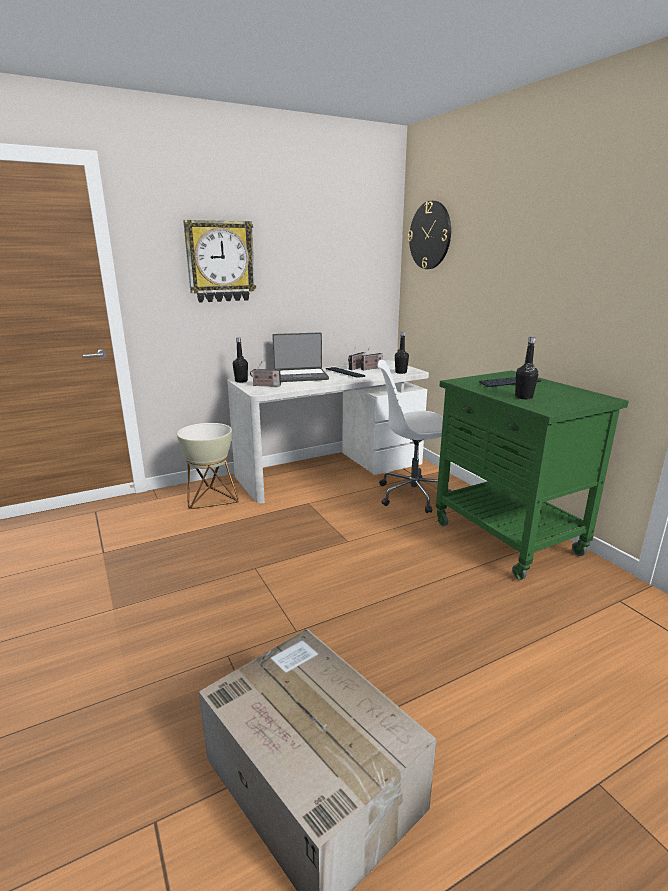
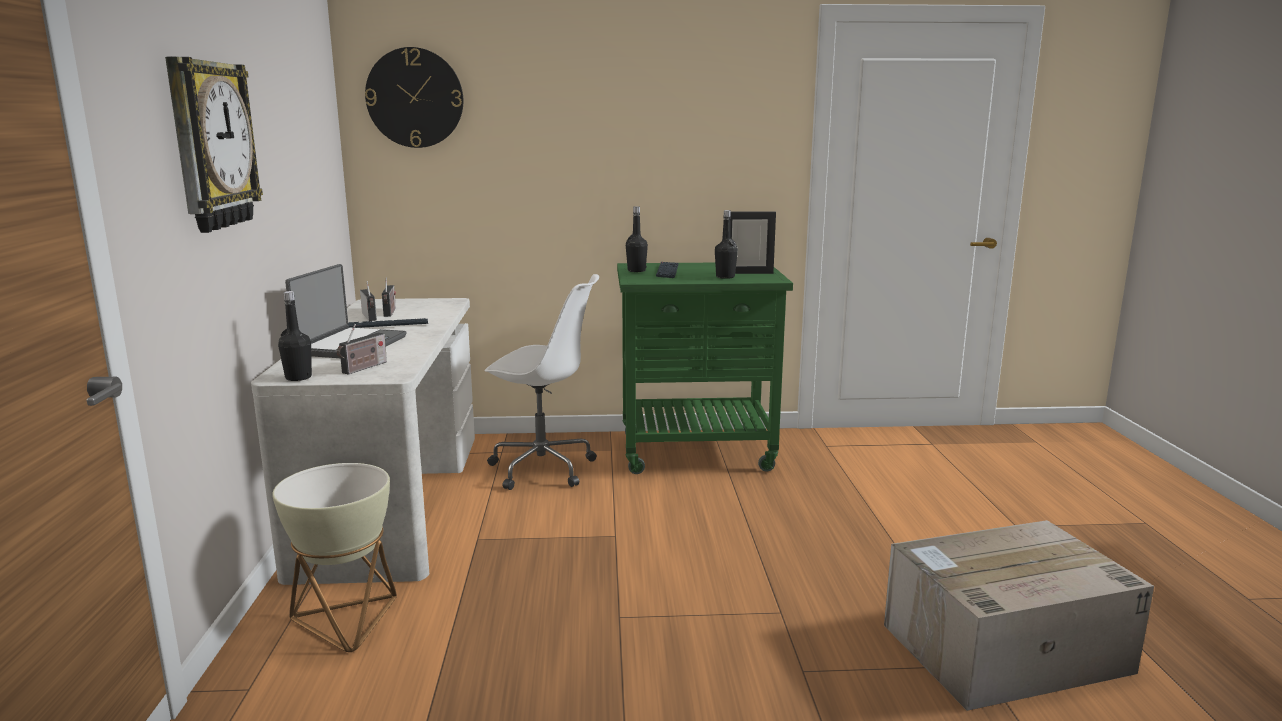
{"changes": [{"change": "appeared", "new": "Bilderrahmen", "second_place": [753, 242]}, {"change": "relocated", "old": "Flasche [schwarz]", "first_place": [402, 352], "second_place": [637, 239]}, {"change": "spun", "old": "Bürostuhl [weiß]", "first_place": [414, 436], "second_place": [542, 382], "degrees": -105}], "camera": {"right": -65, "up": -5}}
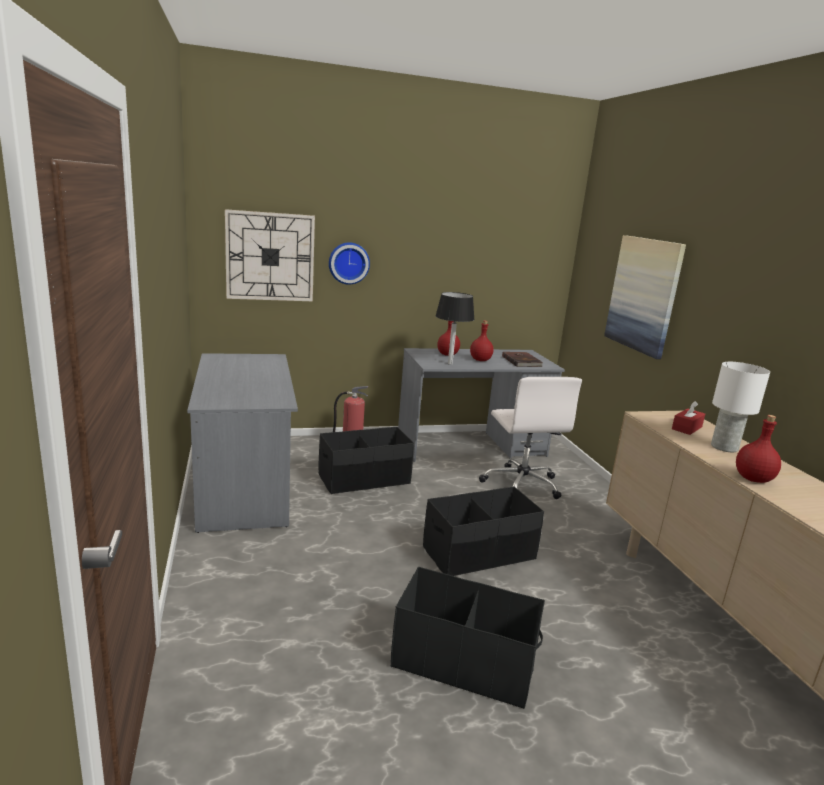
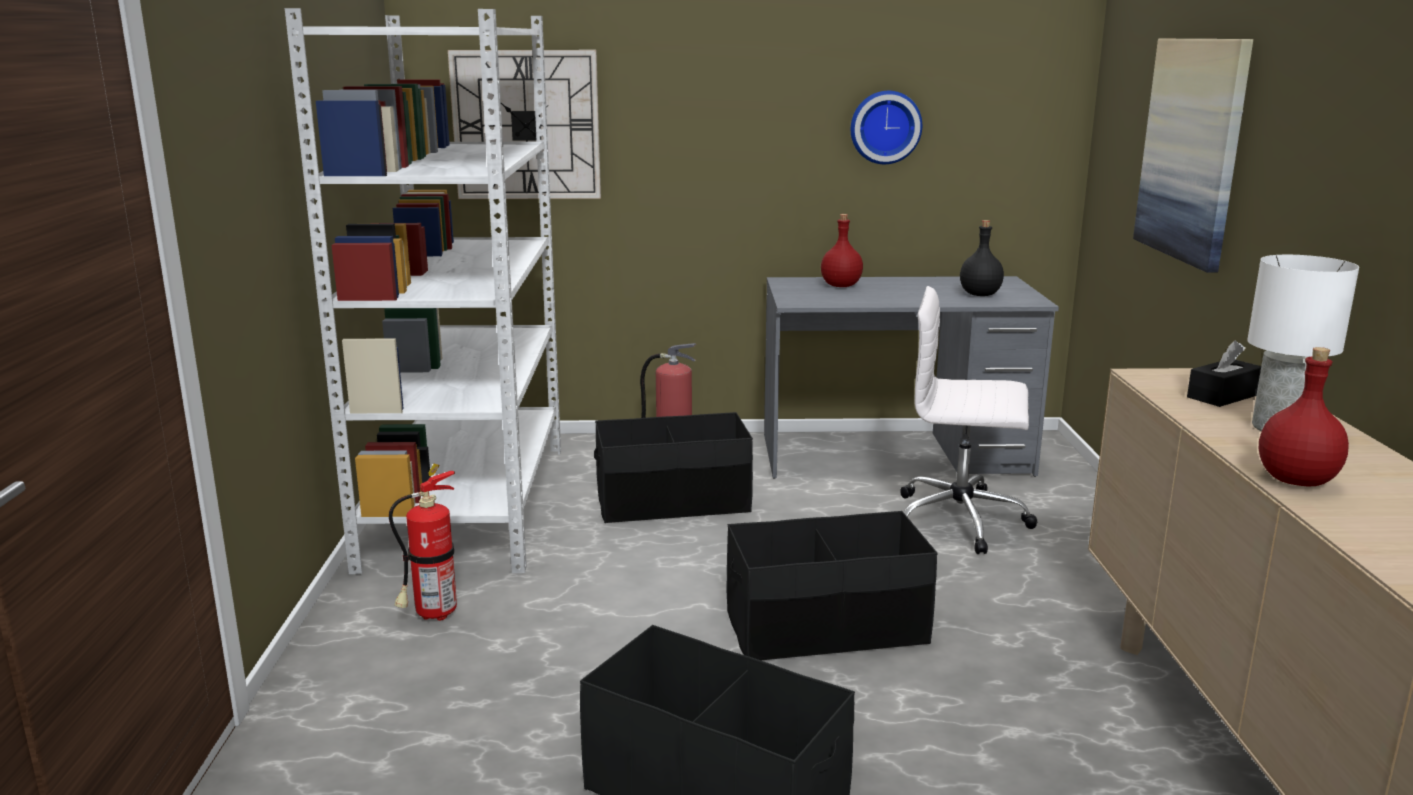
{"changes": [{"change": "missing", "old": "Tischlampe [schwarz]", "first_place": [455, 328]}, {"change": "missing", "old": "Flasche [rot]", "first_place": [482, 341]}, {"change": "appeared", "new": "Feuerlöscher", "second_place": [423, 542]}, {"change": "relocated", "old": "Wanduhr", "first_place": [349, 264], "second_place": [886, 127]}, {"change": "exchanged", "old": "Schreibtisch [grau]", "new": "Bücherregal [weiß]", "first_place": [242, 443], "second_place": [423, 291]}, {"change": "exchanged", "old": "Buch [braun]", "new": "Flasche [schwarz]", "first_place": [522, 359], "second_place": [982, 258]}, {"change": "colour", "old": "Taschentuchbox [rot]", "new": "Taschentuchbox [schwarz]", "first_place": [688, 418], "second_place": [1224, 374]}, {"change": "spun", "old": "Bürostuhl [weiß]", "first_place": [530, 438], "second_place": [969, 420], "degrees": 105}], "camera": {"right": 15, "up": 0}}
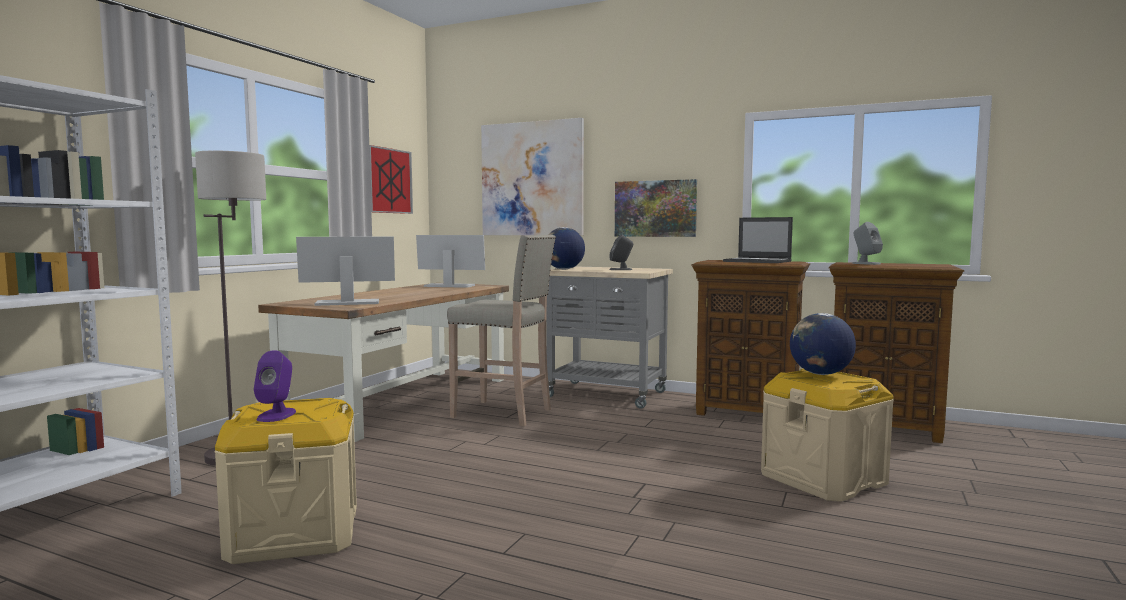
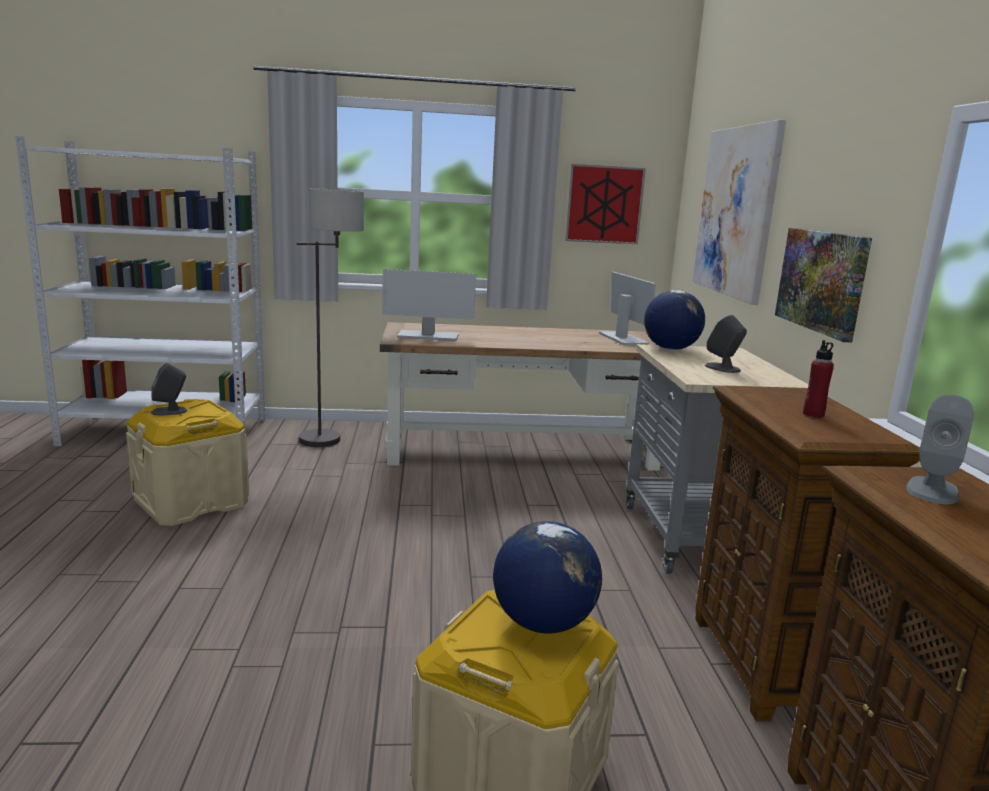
{"changes": [{"change": "missing", "old": "Hocker [beige]", "first_place": [501, 330]}, {"change": "exchanged", "old": "Laptop", "new": "Flasche [rot]", "first_place": [758, 240], "second_place": [818, 379]}, {"change": "colour", "old": "Lautsprecher [lila]", "new": "Lautsprecher [grau]", "first_place": [275, 386], "second_place": [169, 389]}, {"change": "spun", "old": "Monitor", "first_place": [345, 271], "second_place": [429, 305], "degrees": 135}], "camera": {"right": 60, "up": 10}}
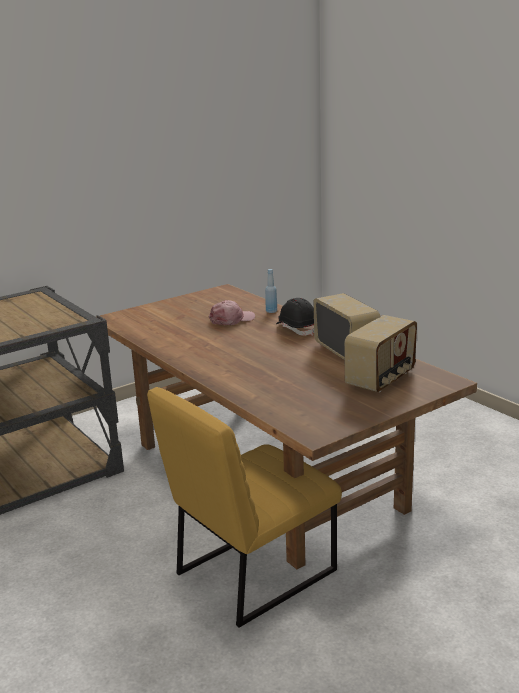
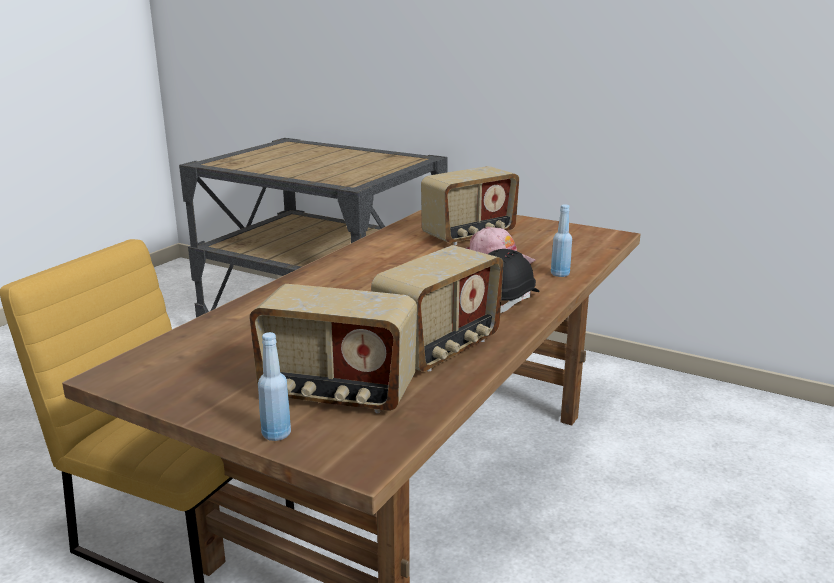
{"changes": [{"change": "appeared", "new": "Flasche [blau]", "second_place": [274, 386]}, {"change": "appeared", "new": "Radio", "second_place": [470, 205]}], "camera": {"right": 65, "up": 0}}
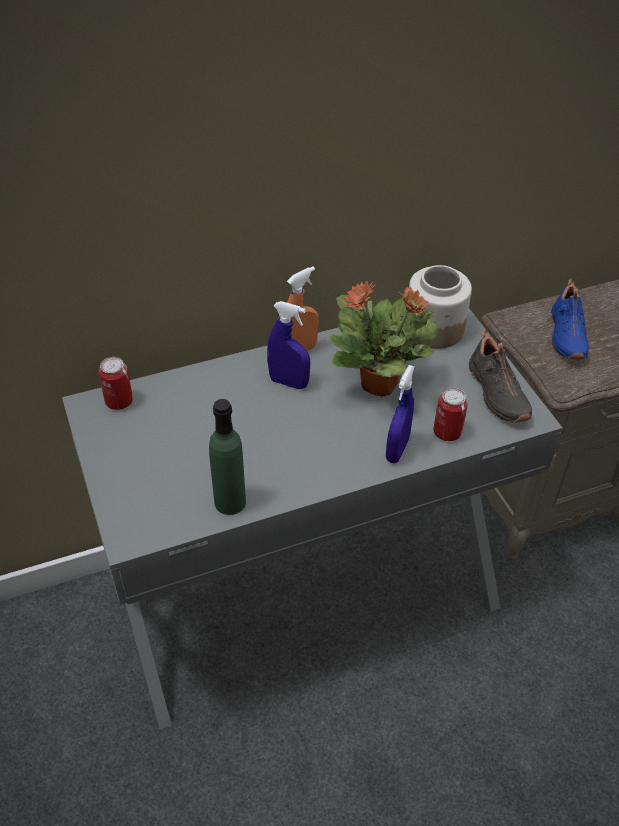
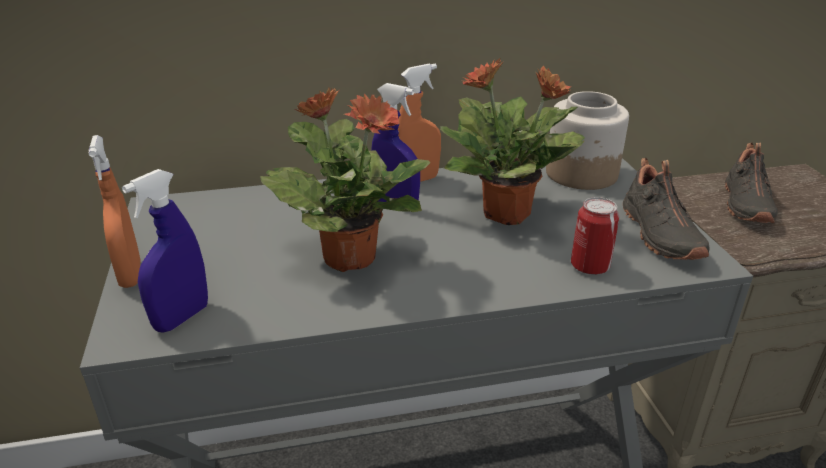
{"changes": [{"change": "missing", "old": "Dose", "first_place": [116, 383]}, {"change": "missing", "old": "Flasche [grün]", "first_place": [227, 457]}, {"change": "appeared", "new": "Sprühflasche [orange]", "second_place": [114, 211]}, {"change": "appeared", "new": "Topfpflanze", "second_place": [345, 179]}, {"change": "relocated", "old": "Sprühflasche [blau]", "first_place": [400, 414], "second_place": [165, 251]}, {"change": "colour", "old": "Schuh [blau]", "new": "Schuh [schwarz]", "first_place": [570, 319], "second_place": [751, 183]}], "camera": {"right": 10, "up": -15}}
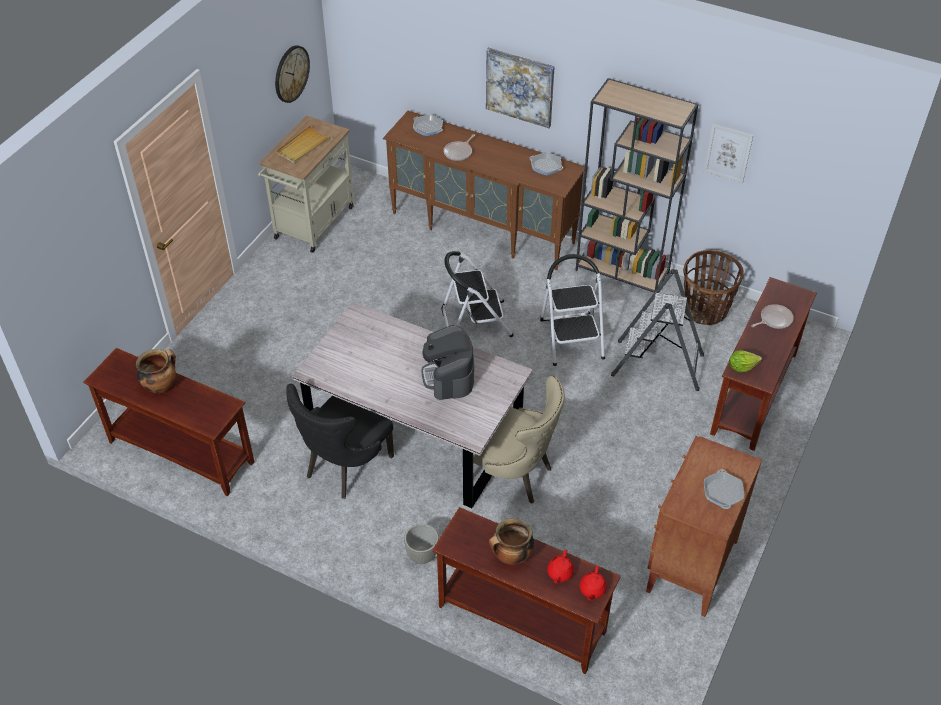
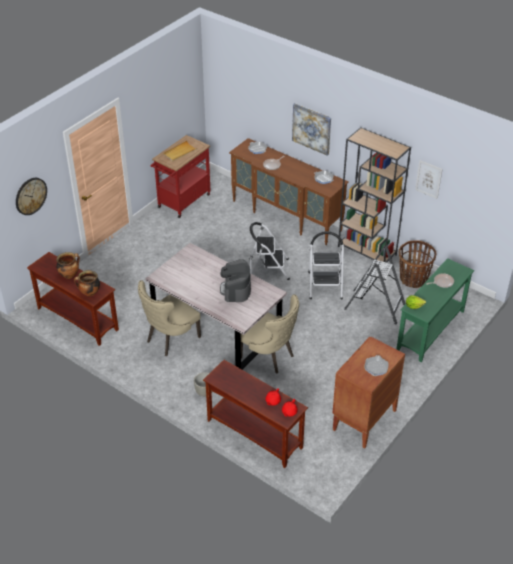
{"changes": [{"change": "relocated", "old": "Wanduhr", "first_place": [292, 74], "second_place": [31, 196]}, {"change": "relocated", "old": "Kochtopf", "first_place": [511, 541], "second_place": [87, 283]}, {"change": "colour", "old": "Rollwagen [beige]", "new": "Rollwagen [rot]", "first_place": [306, 184], "second_place": [180, 176]}, {"change": "colour", "old": "Stuhl [schwarz]", "new": "Stuhl [beige]", "first_place": [340, 441], "second_place": [169, 318]}, {"change": "colour", "old": "Konsolentisch [braun]", "new": "Konsolentisch [grün]", "first_place": [763, 364], "second_place": [435, 310]}], "camera": {"right": 10, "up": -5}}
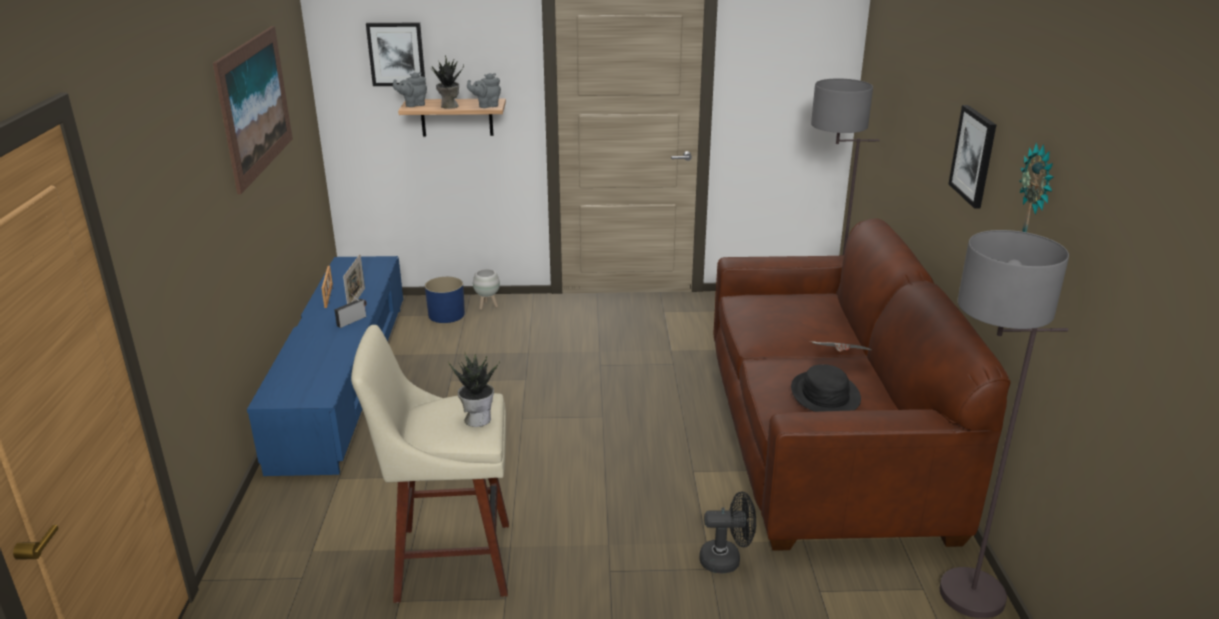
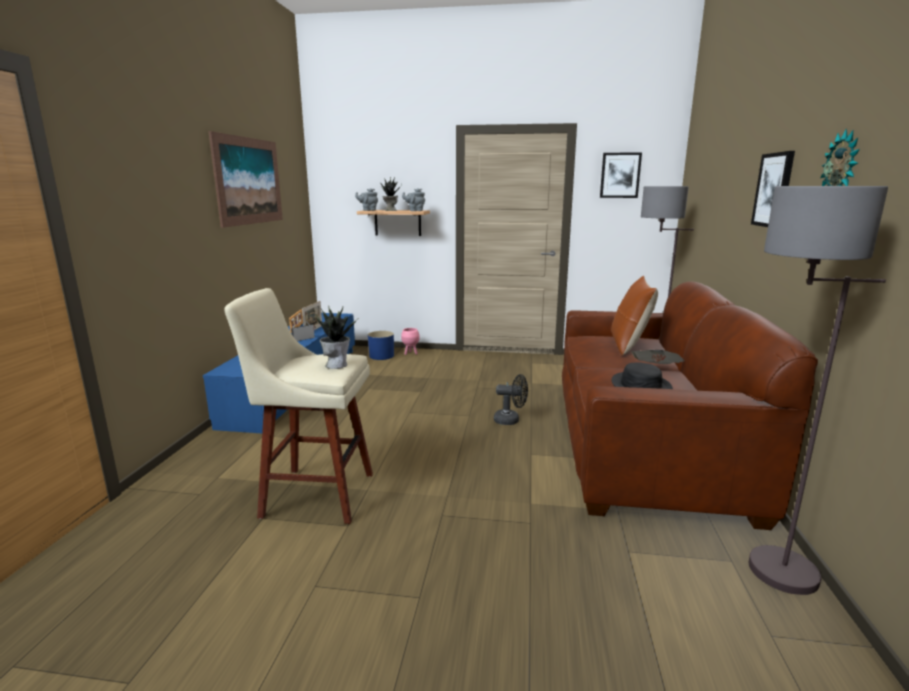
{"changes": [{"change": "appeared", "new": "Kissen [braun]", "second_place": [634, 315]}, {"change": "relocated", "old": "Bild", "first_place": [396, 54], "second_place": [621, 175]}, {"change": "relocated", "old": "Ventilator [schwarz]", "first_place": [727, 532], "second_place": [511, 399]}, {"change": "colour", "old": "Pflanzkübel [weiß]", "new": "Pflanzkübel [rosa]", "first_place": [486, 289], "second_place": [410, 341]}], "camera": {"right": 10, "up": -10}}
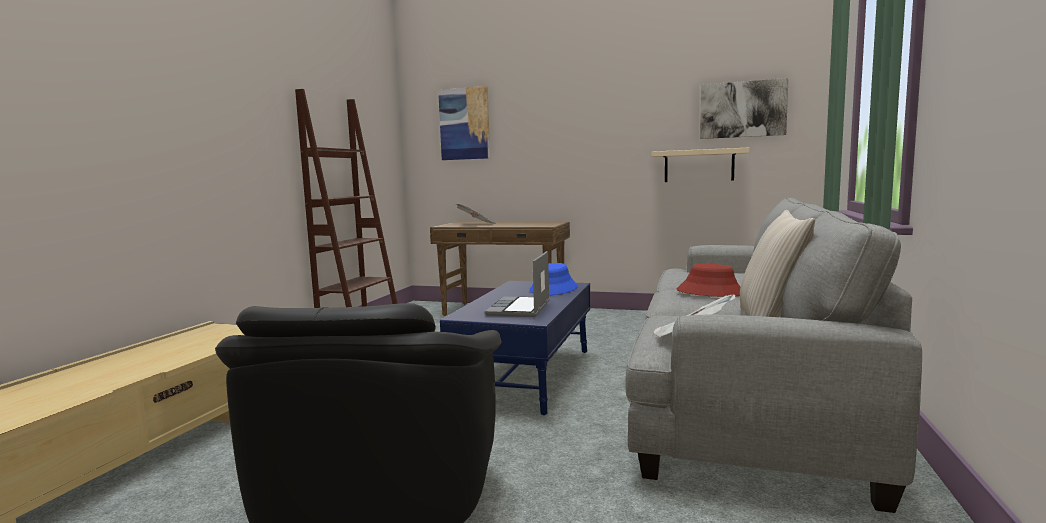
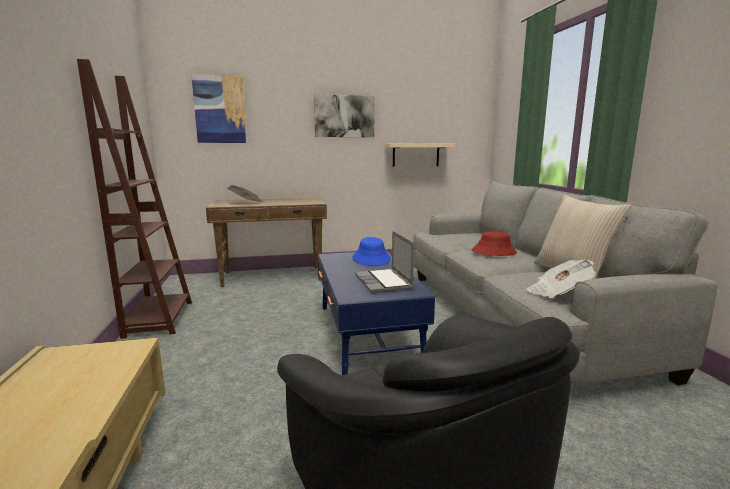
{"changes": [{"change": "relocated", "old": "Bild", "first_place": [744, 108], "second_place": [344, 115]}], "camera": {"right": -30, "up": 5}}
